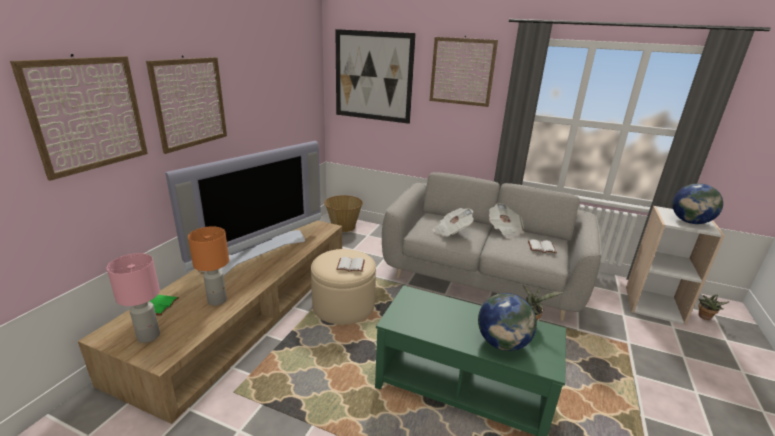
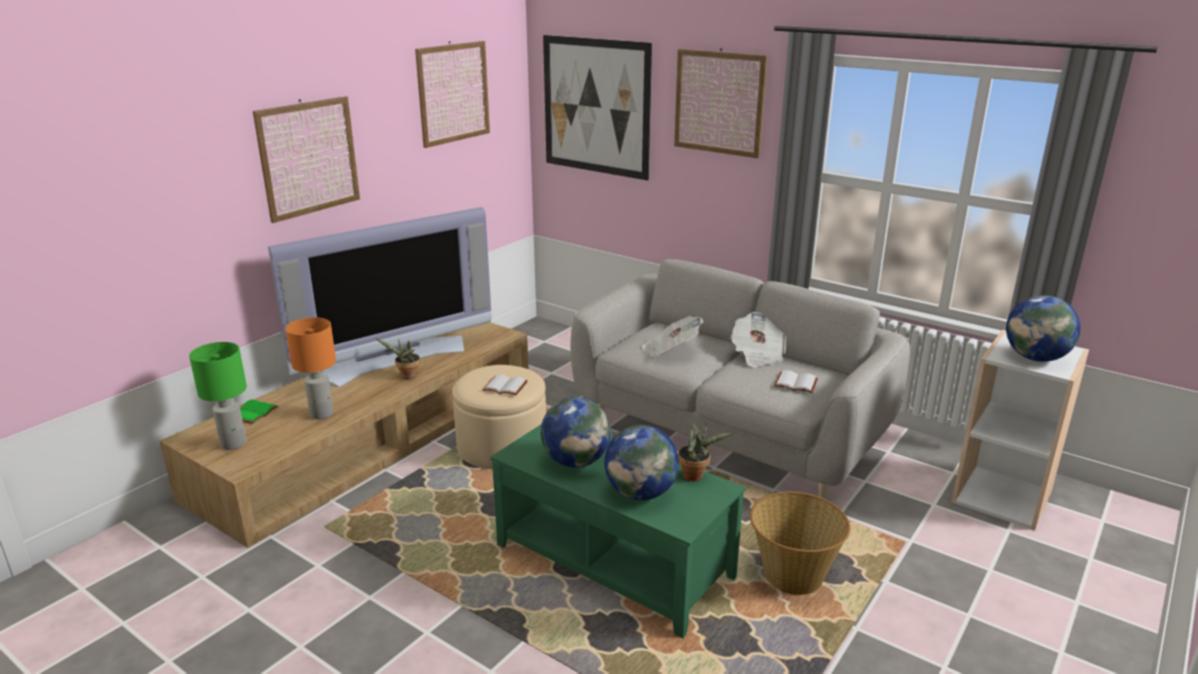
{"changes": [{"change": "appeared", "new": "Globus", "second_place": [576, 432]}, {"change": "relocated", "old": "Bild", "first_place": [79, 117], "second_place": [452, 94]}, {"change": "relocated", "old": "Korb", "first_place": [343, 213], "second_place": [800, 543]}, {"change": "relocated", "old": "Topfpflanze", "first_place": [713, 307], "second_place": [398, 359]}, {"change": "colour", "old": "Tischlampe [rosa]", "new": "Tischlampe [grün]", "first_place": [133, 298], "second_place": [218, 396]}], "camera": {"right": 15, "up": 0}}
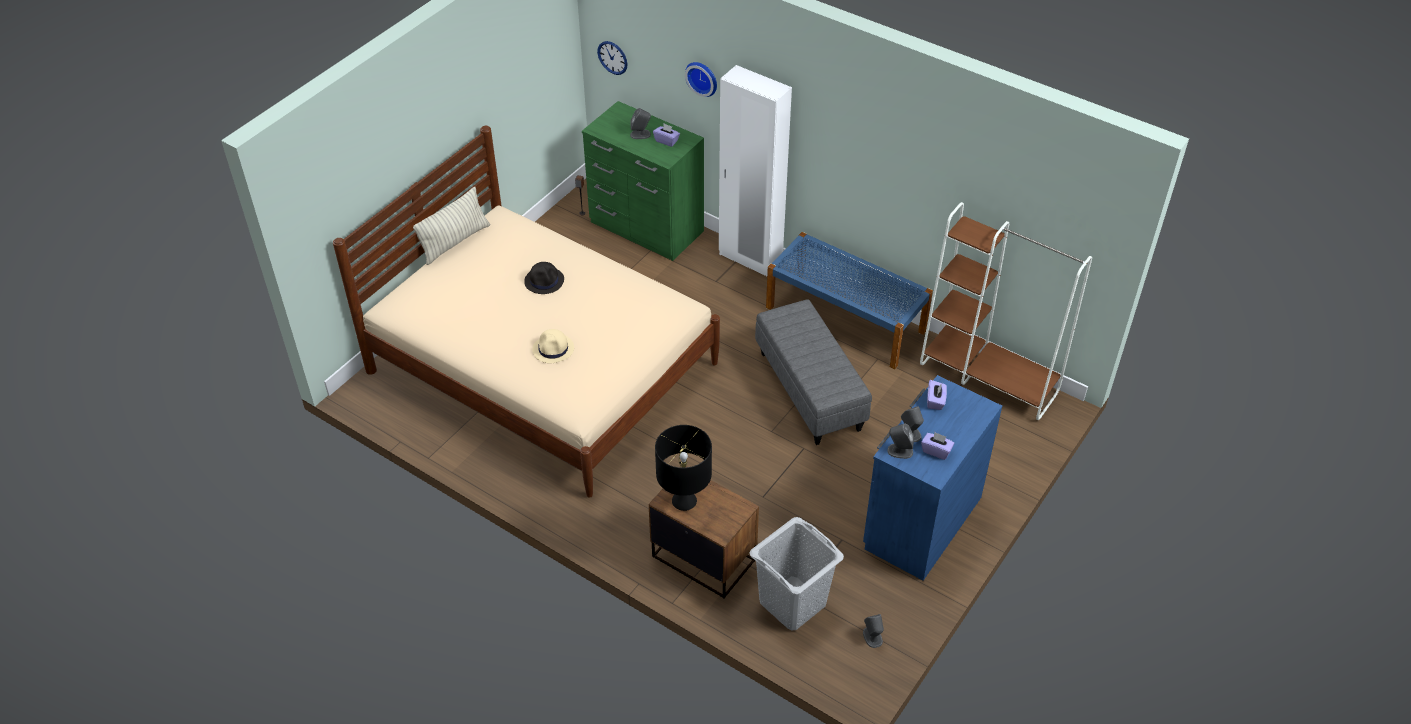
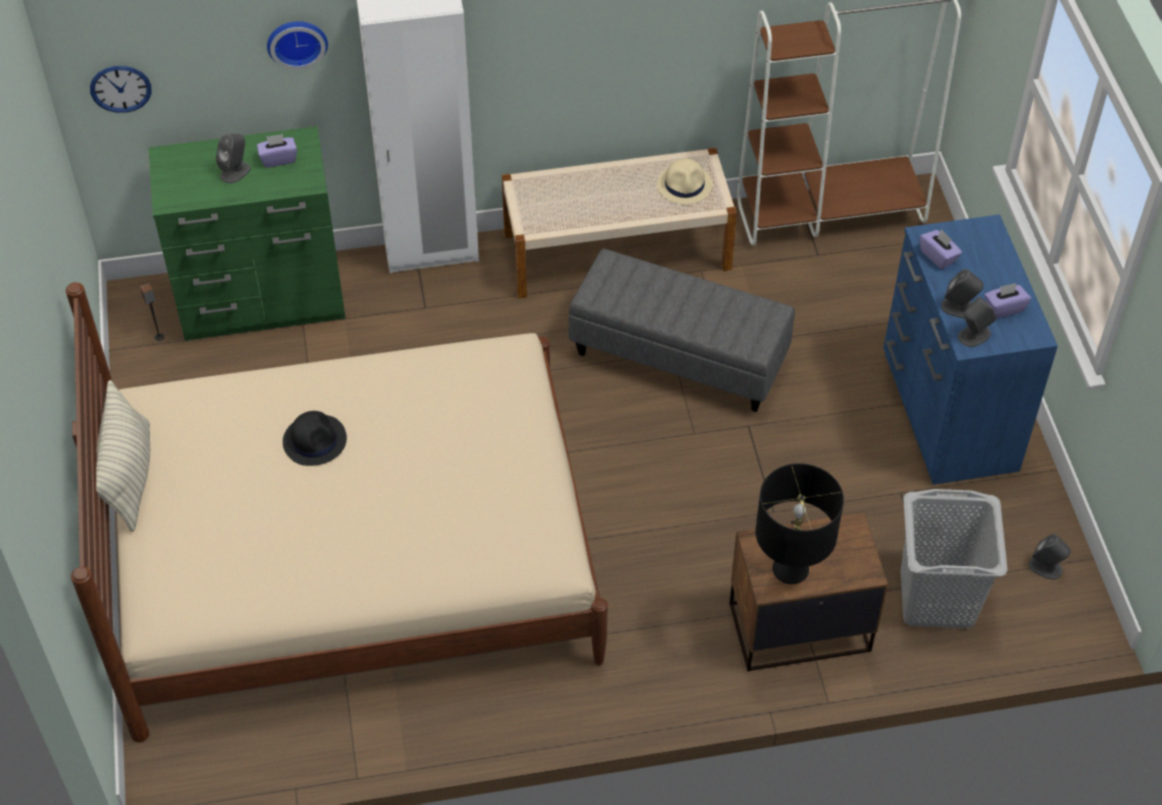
{"changes": [{"change": "relocated", "old": "Hut [beige]", "first_place": [553, 346], "second_place": [685, 181]}, {"change": "colour", "old": "Bank [blau]", "new": "Bank [beige]", "first_place": [849, 300], "second_place": [619, 223]}], "camera": {"right": -45, "up": 5}}
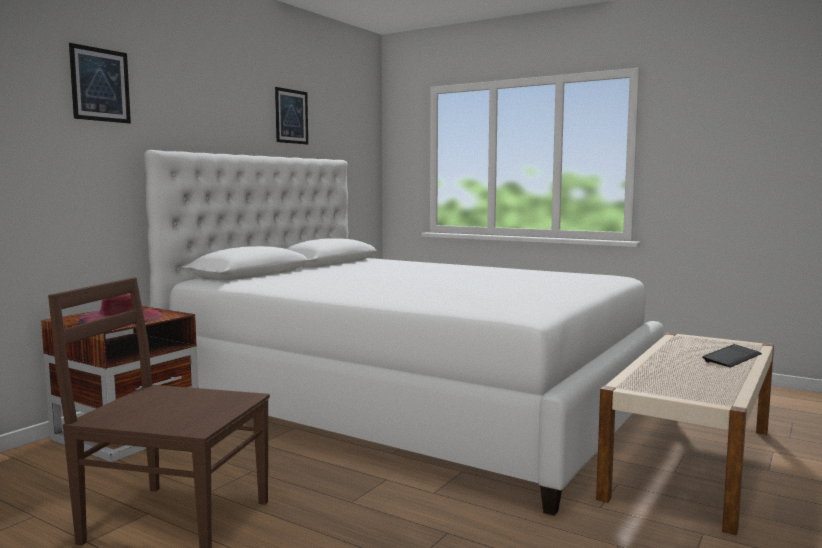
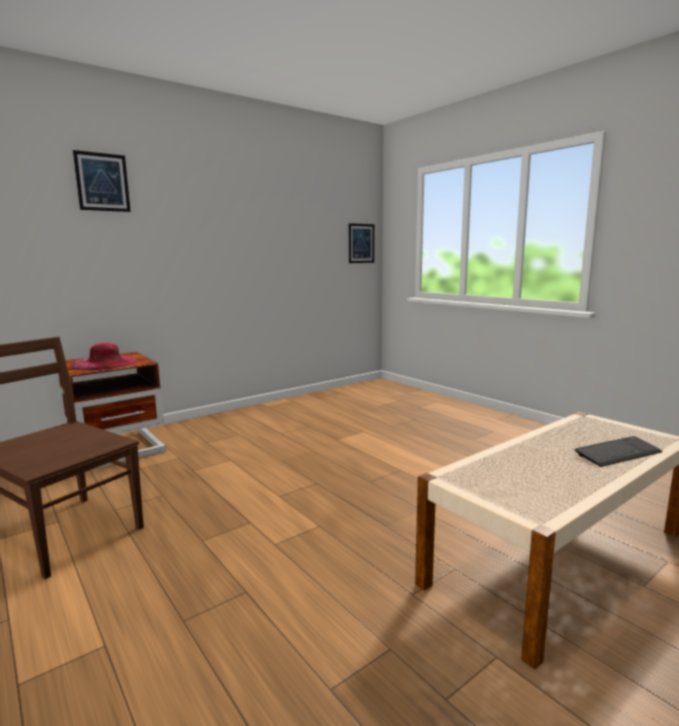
{"changes": [{"change": "missing", "old": "Bett [weiß]", "first_place": [403, 333]}, {"change": "relocated", "old": "Bild", "first_place": [291, 115], "second_place": [361, 243]}], "camera": {"right": 20, "up": 5}}
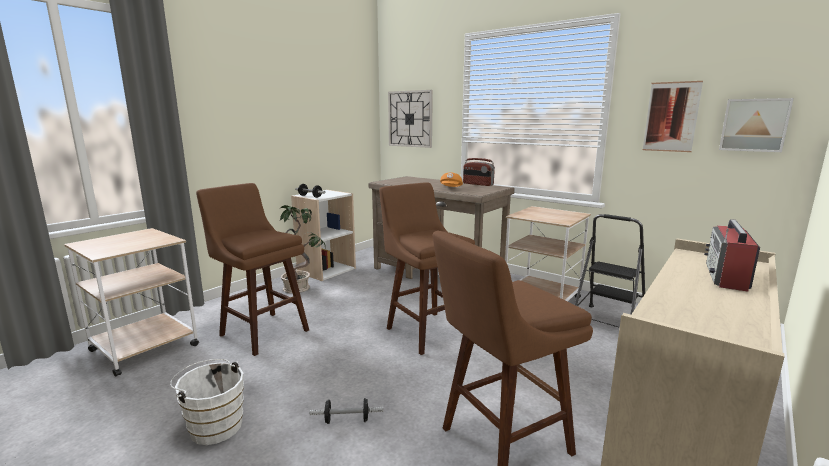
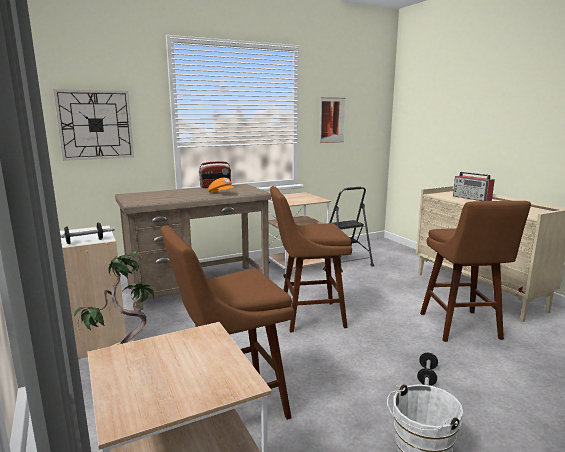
{"changes": [{"change": "missing", "old": "Bild", "first_place": [756, 125]}], "camera": {"right": -65, "up": 0}}
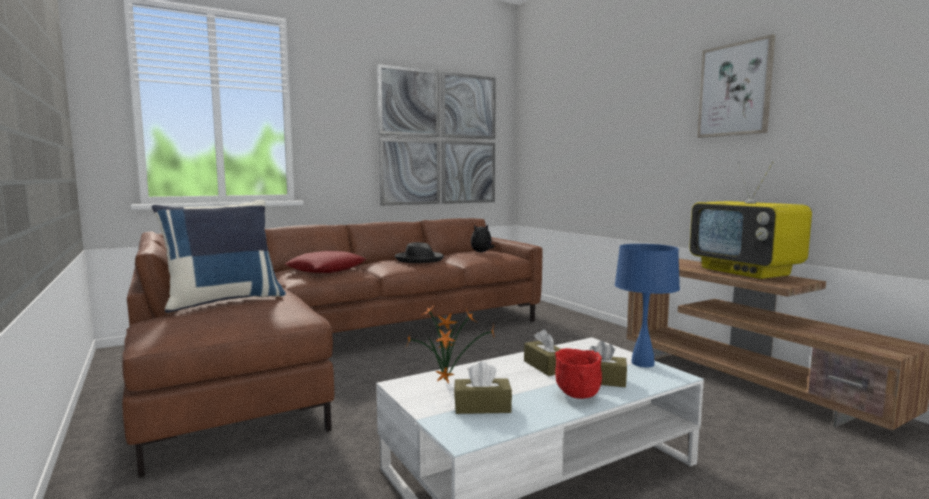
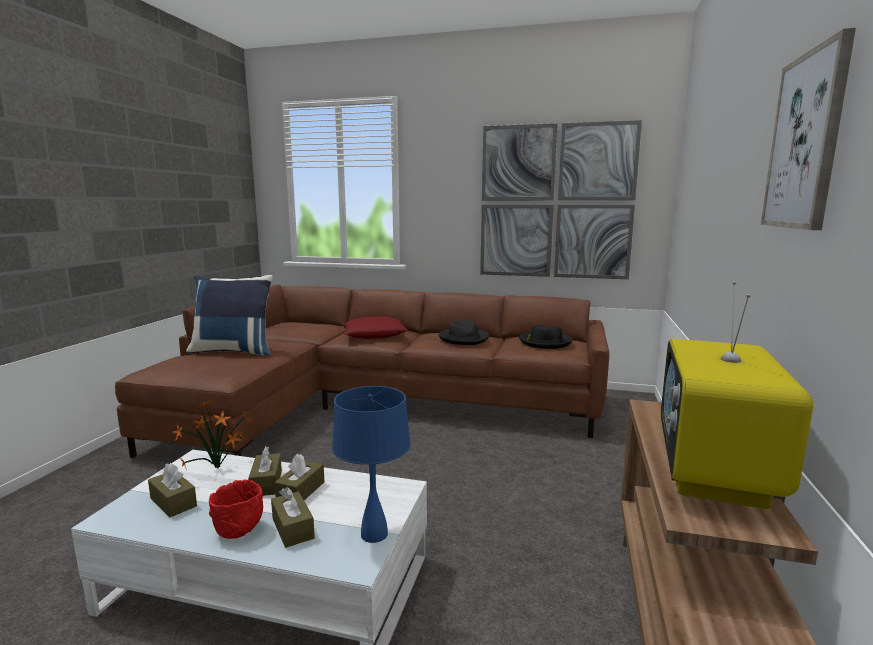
{"changes": [{"change": "appeared", "new": "Taschentuchbox [braun]", "second_place": [265, 471]}, {"change": "exchanged", "old": "Plüschtier", "new": "Hut [schwarz]", "first_place": [483, 238], "second_place": [546, 337]}], "camera": {"right": 45, "up": 5}}
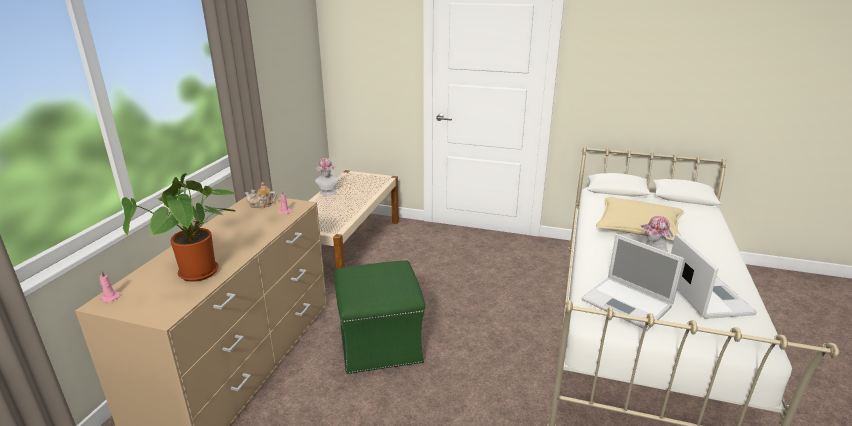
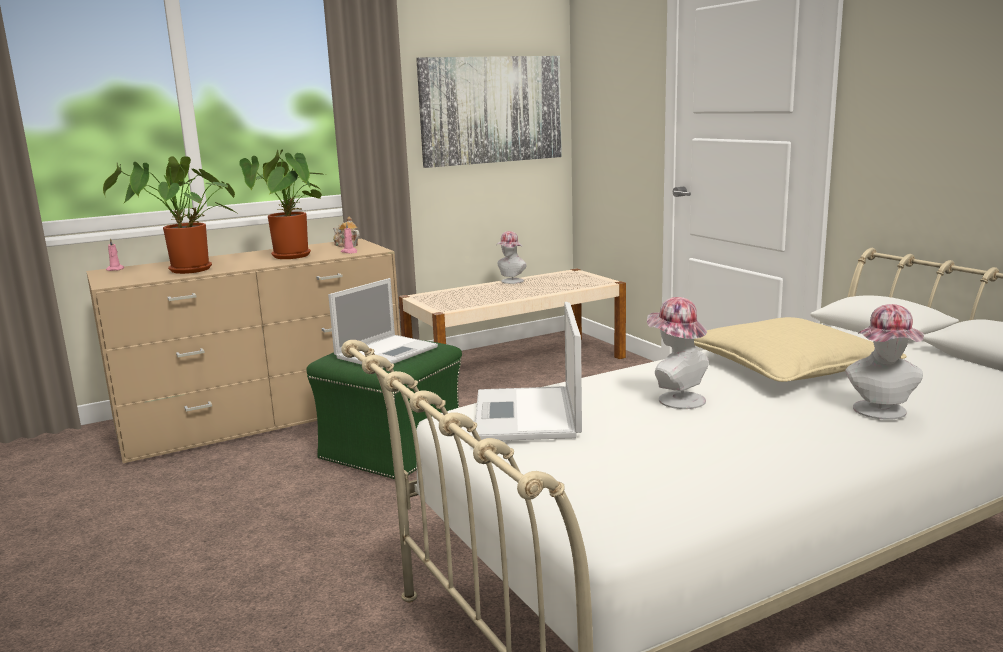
{"changes": [{"change": "appeared", "new": "Topfpflanze", "second_place": [282, 204]}, {"change": "appeared", "new": "Bild", "second_place": [489, 112]}, {"change": "appeared", "new": "Hut", "second_place": [884, 362]}, {"change": "relocated", "old": "Laptop", "first_place": [714, 276], "second_place": [383, 323]}], "camera": {"right": 45, "up": -10}}
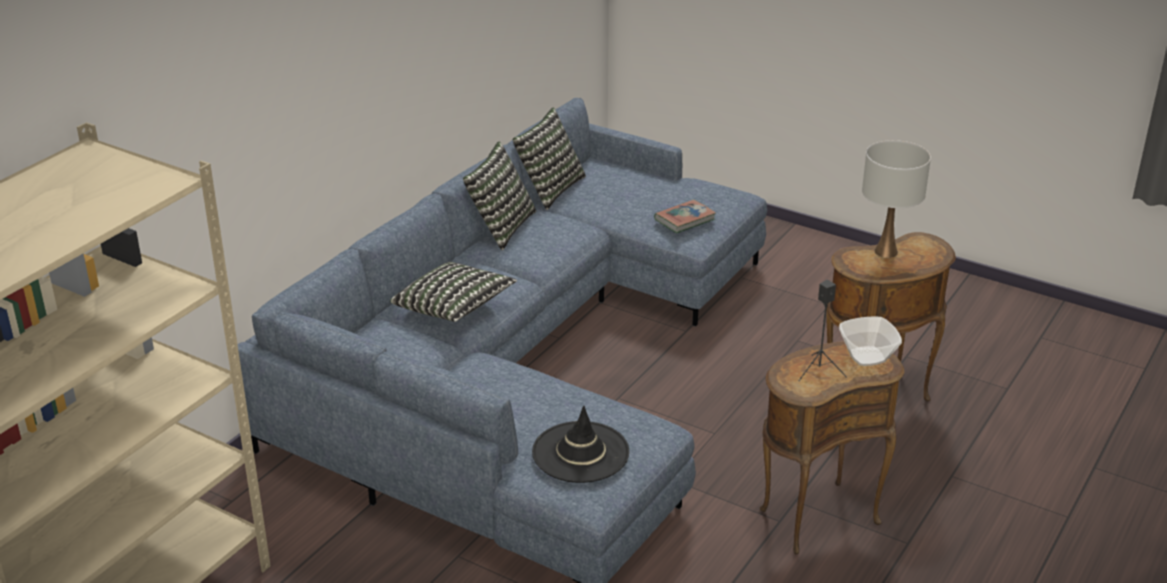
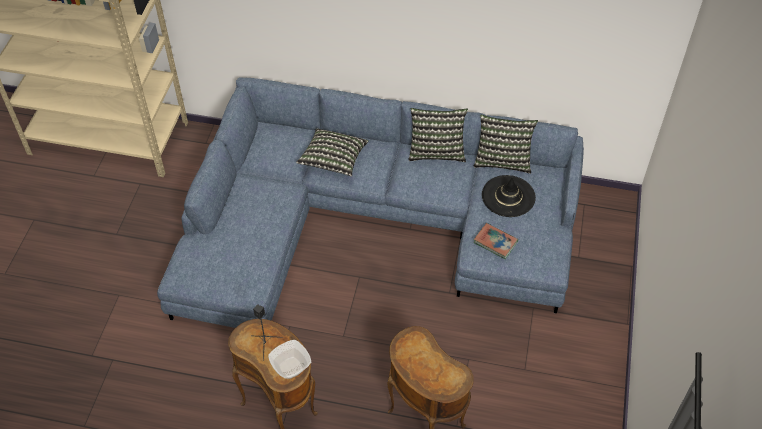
{"changes": [{"change": "missing", "old": "Tischlampe [weiß]", "first_place": [896, 199]}, {"change": "relocated", "old": "Hut [schwarz]", "first_place": [580, 444], "second_place": [509, 196]}], "camera": {"right": 70, "up": 20}}
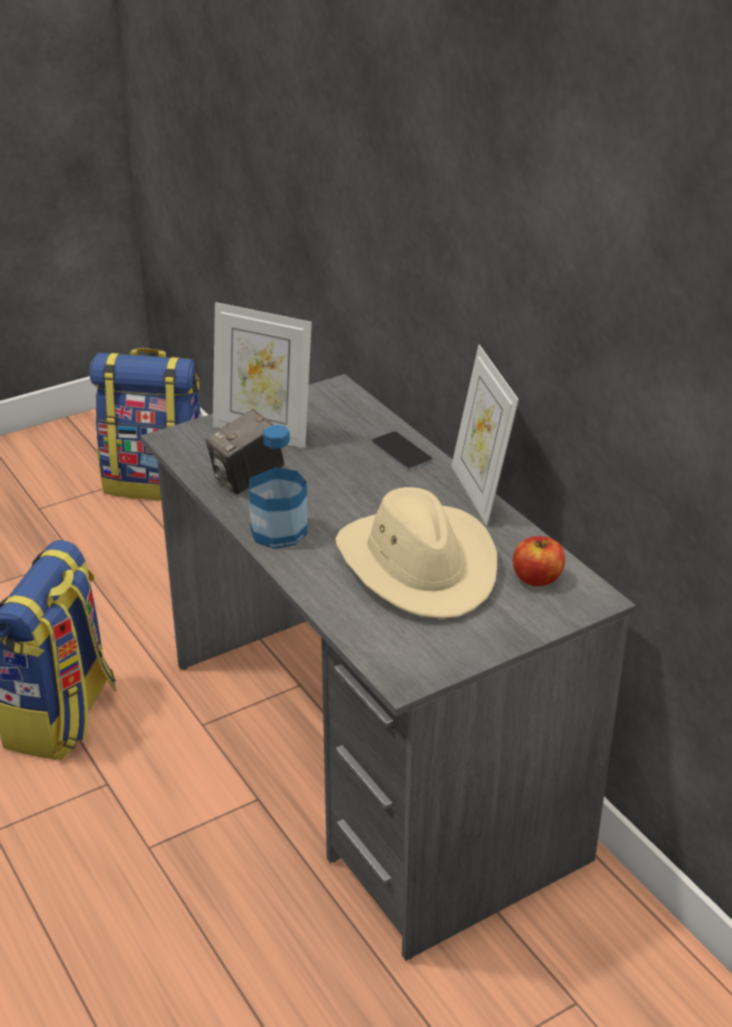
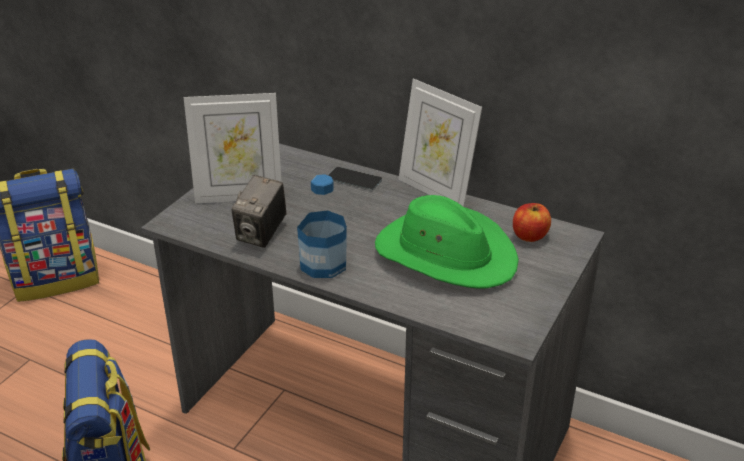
{"changes": [{"change": "colour", "old": "Hut [beige]", "new": "Hut [grün]", "first_place": [416, 553], "second_place": [447, 242]}], "camera": {"right": -30, "up": 0}}
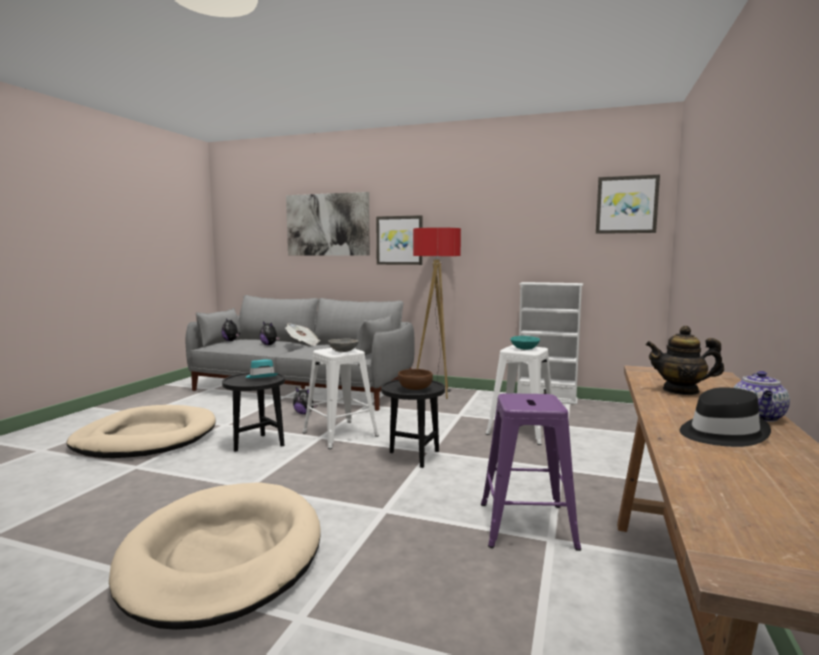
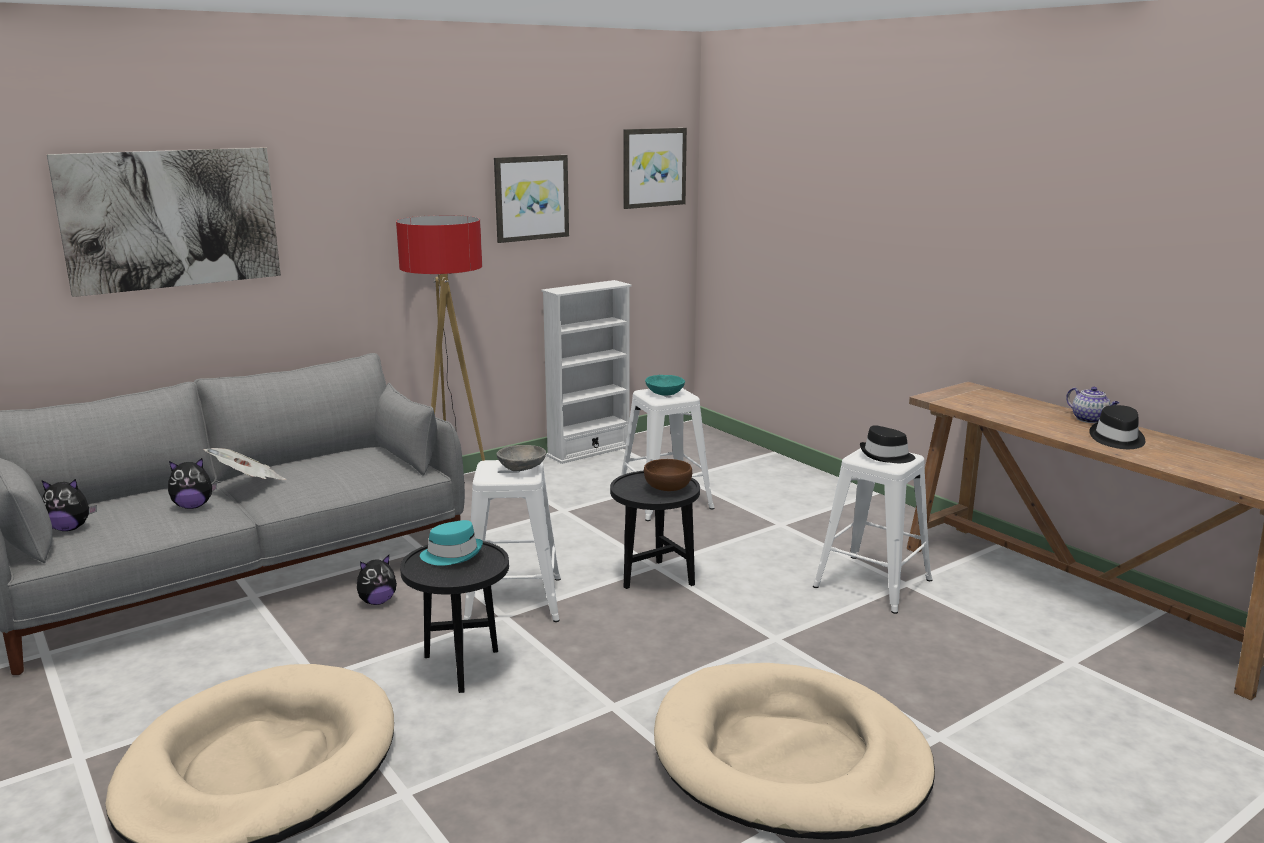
{"changes": [{"change": "missing", "old": "Teekanne", "first_place": [684, 360]}, {"change": "appeared", "new": "Hut [schwarz]", "second_place": [887, 444]}, {"change": "relocated", "old": "Bild", "first_place": [399, 240], "second_place": [531, 199]}, {"change": "colour", "old": "Hocker [lila]", "new": "Hocker [weiß]", "first_place": [531, 472], "second_place": [873, 531]}], "camera": {"right": -55, "up": 10}}
